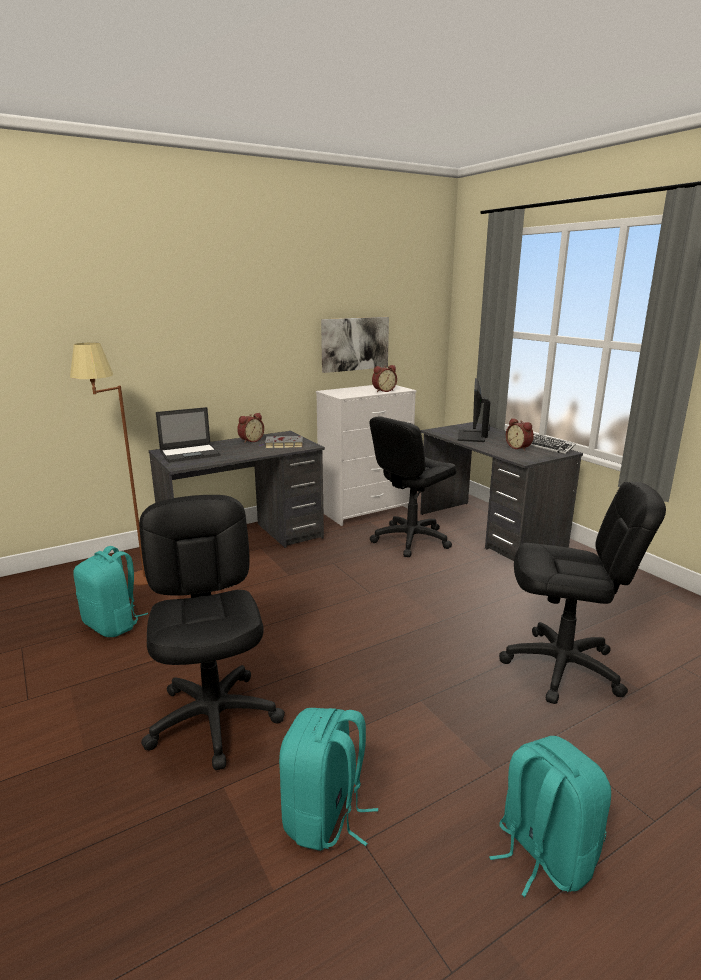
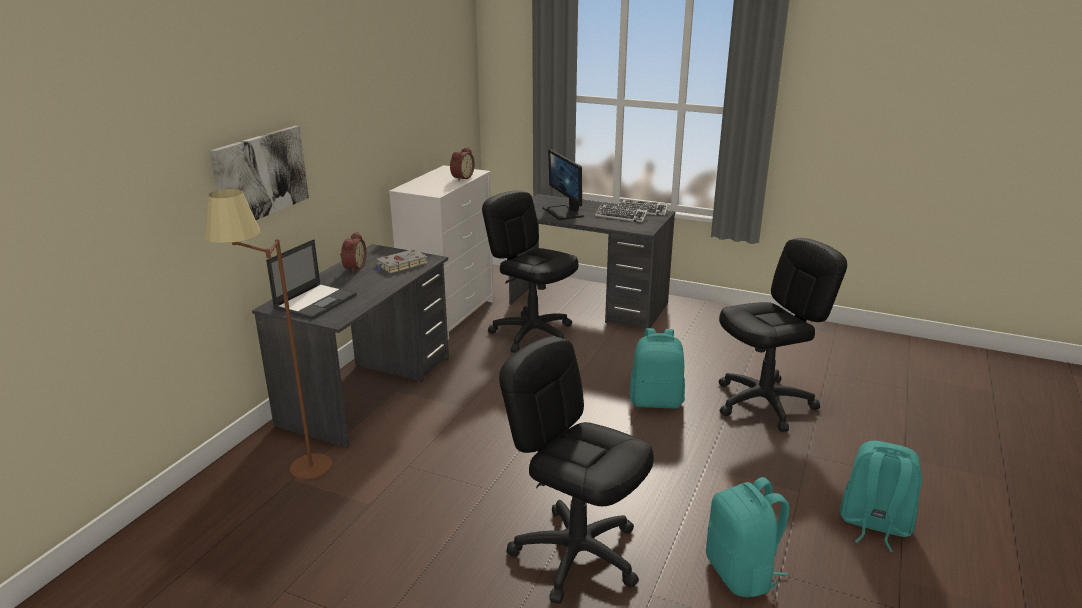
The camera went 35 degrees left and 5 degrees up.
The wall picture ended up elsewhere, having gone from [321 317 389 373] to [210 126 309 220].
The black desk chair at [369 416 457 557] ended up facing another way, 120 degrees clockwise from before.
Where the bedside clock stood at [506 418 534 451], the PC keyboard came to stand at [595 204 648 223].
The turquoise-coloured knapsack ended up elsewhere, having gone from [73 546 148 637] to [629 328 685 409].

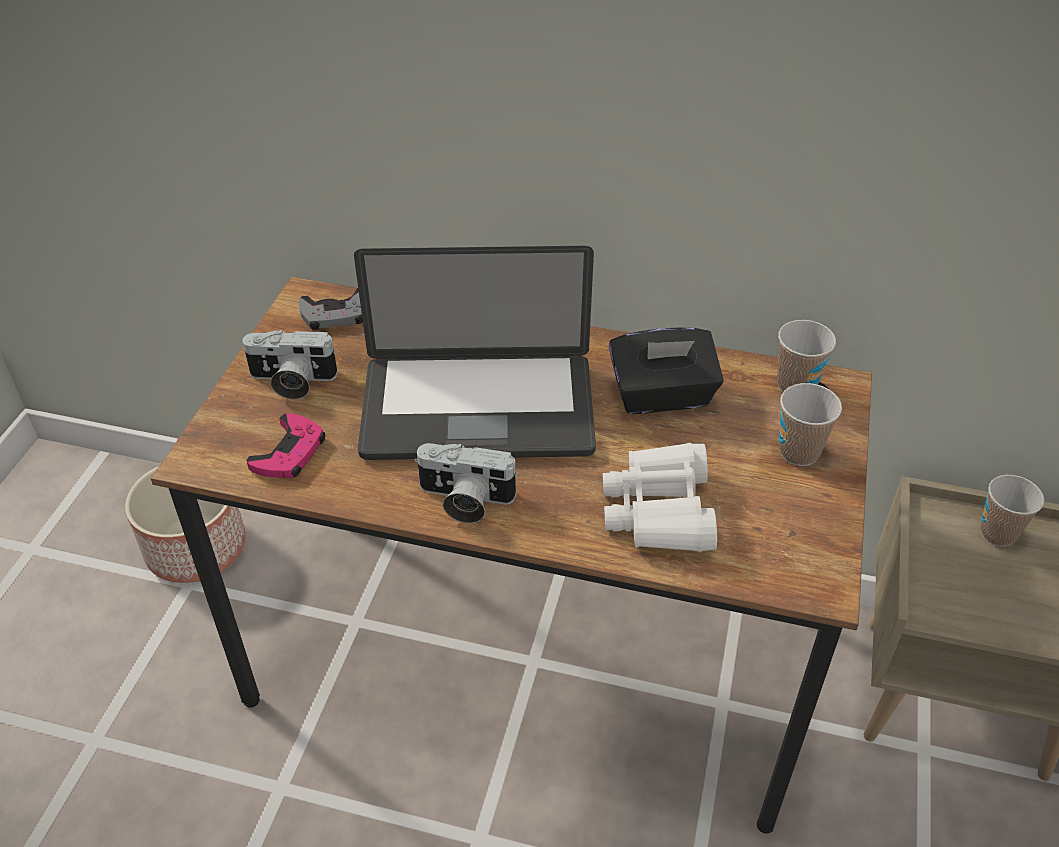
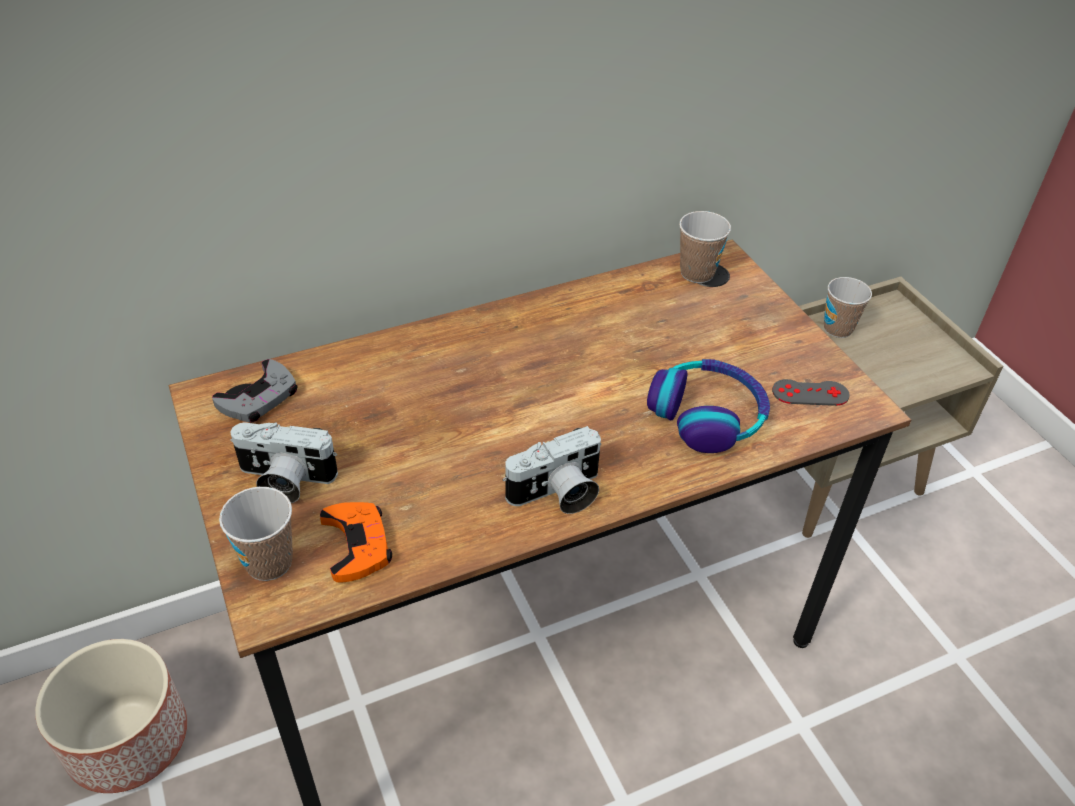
The camera went 40 degrees left and 0 degrees up.
The second view lost the laptop at [354 246 596 460].
The second view lost the black tissue box at [609 328 724 414].
The photo camera at [242 330 338 399] ended up facing another way, 45 degrees clockwise from before.
The cup ended up elsewhere, having gone from [779 383 842 466] to [219 487 293 581].
What was the pinkish joypad at [247 413 325 478] turned into the orangey joypad at [320 502 392 582].
Where the white-coloured pair of binoculars stood at [603 443 717 552], the headphones came to stand at [647 359 770 453].
The second view gained the greyish joypad at [772 379 850 406].

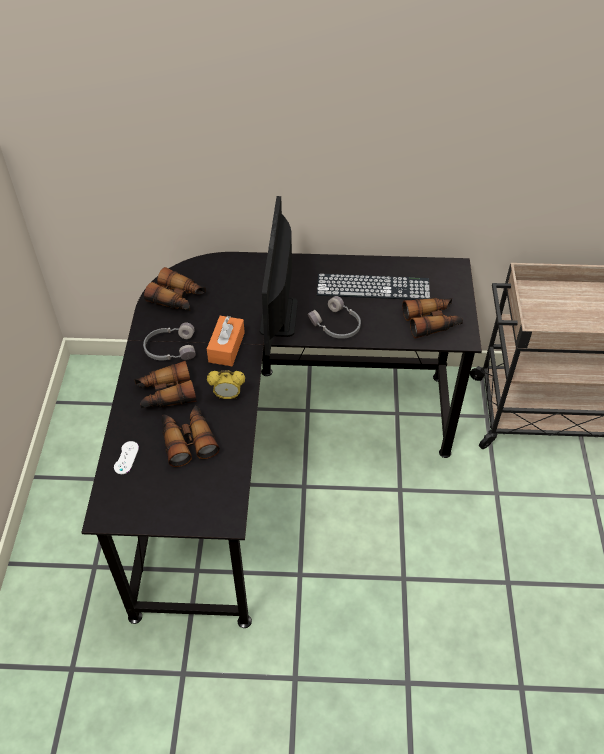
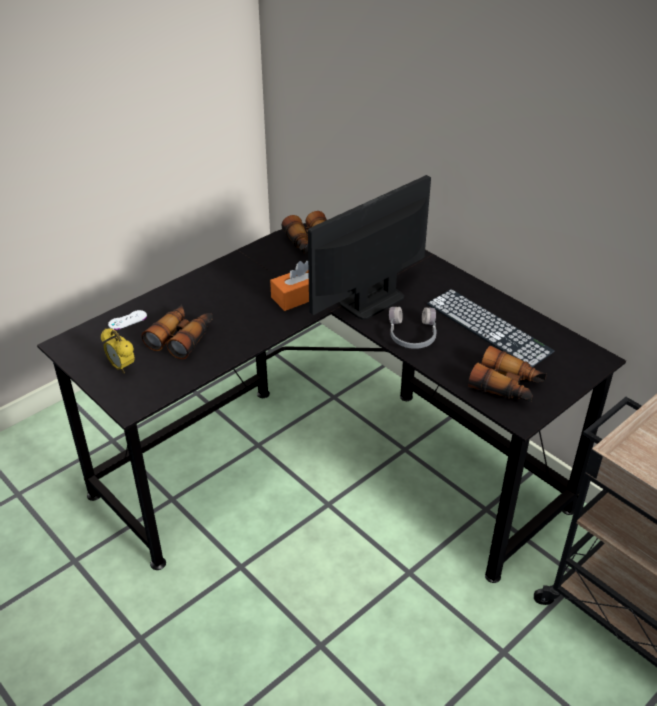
The camera went 45 degrees right and 10 degrees down.
The second view lost the greyish headphones at [143 323 196 360].
The second view lost the pair of binoculars at [134 361 196 408].
The bedside clock ended up elsewhere, having gone from [207 370 245 399] to [101 328 135 373].

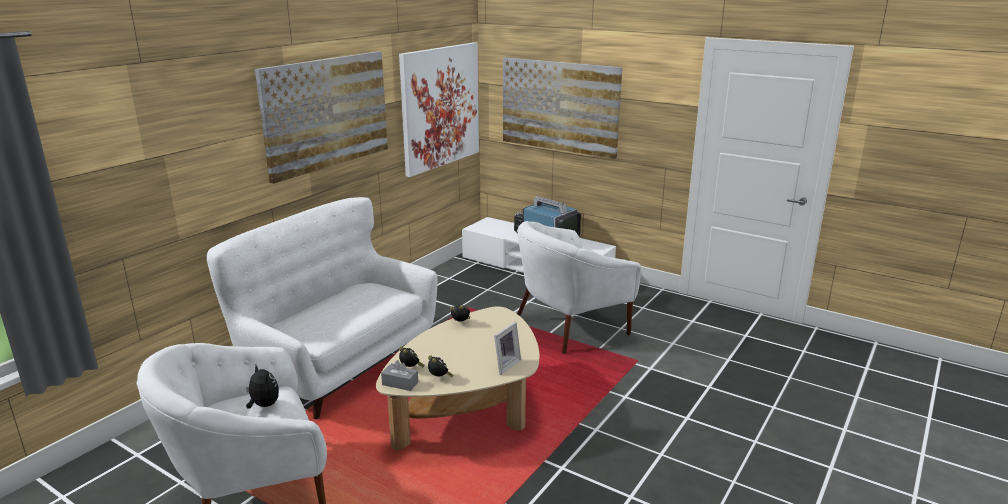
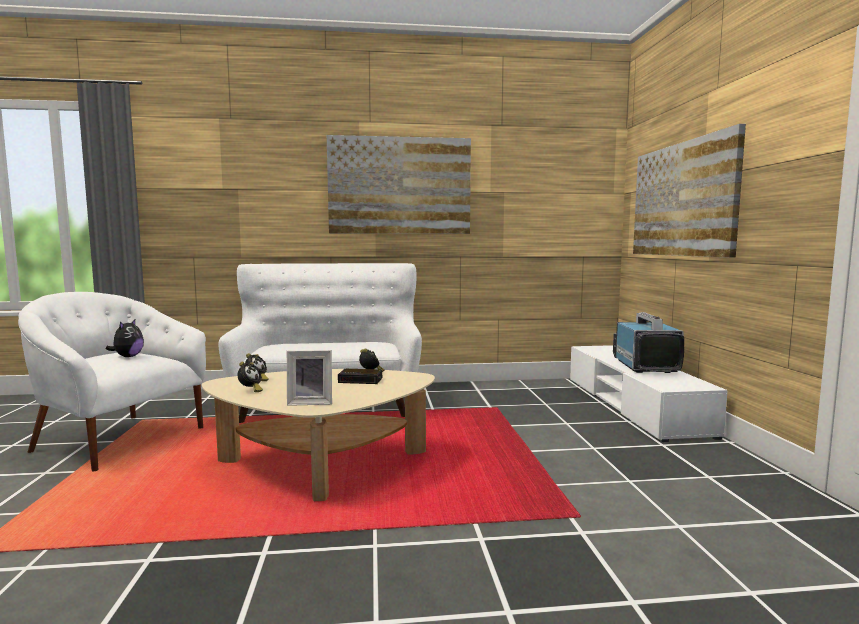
The camera went 50 degrees right and 15 degrees down.
The second view lost the wall picture at [399 42 479 177].
The second view lost the white-coloured lounge chair at [517 221 641 354].
The second view lost the greyish tissue box at [381 360 418 391].
The second view gained the bedside clock at [338 369 382 384].

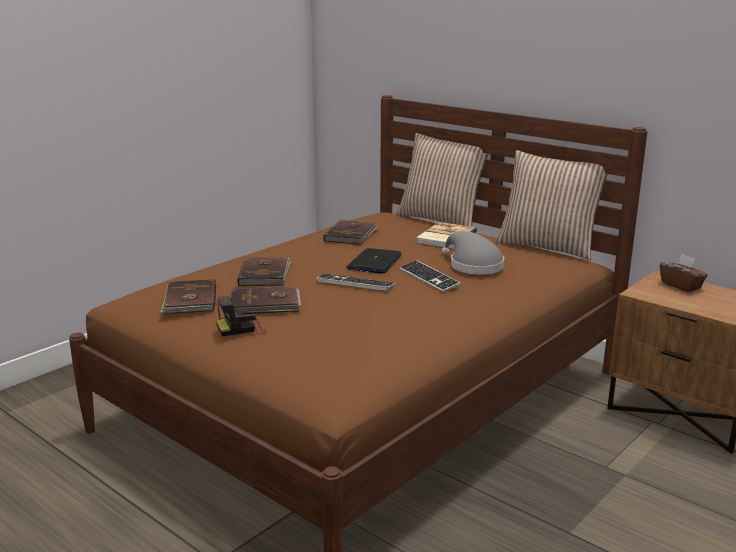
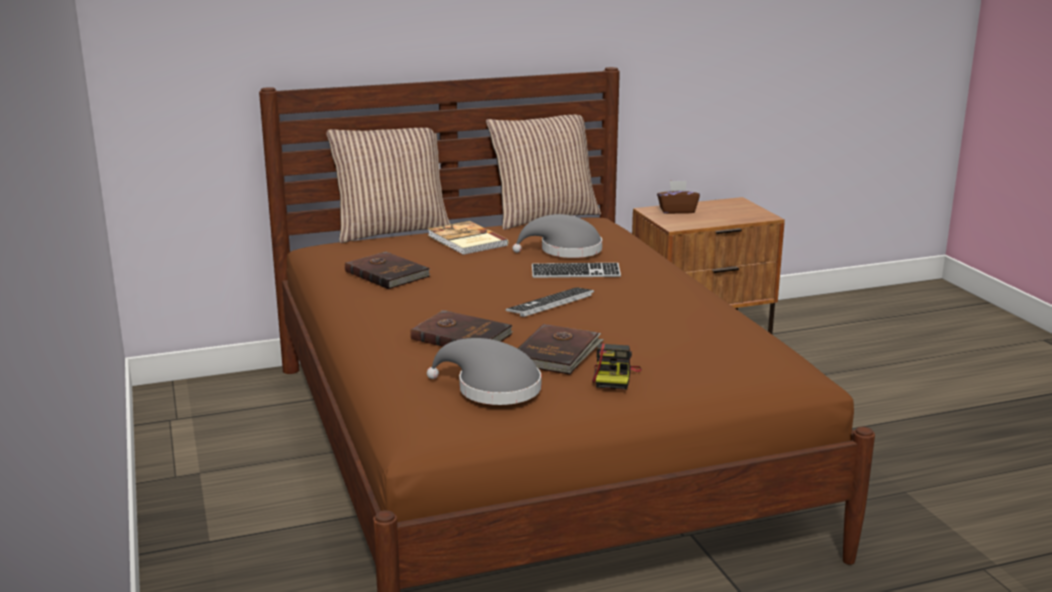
The camera went 60 degrees left and 0 degrees up.
The second view lost the laptop at [346 248 402 273].
Where the brown bound book stood at [160 279 216 314], the greyish clothing hat came to stand at [427 338 541 405].

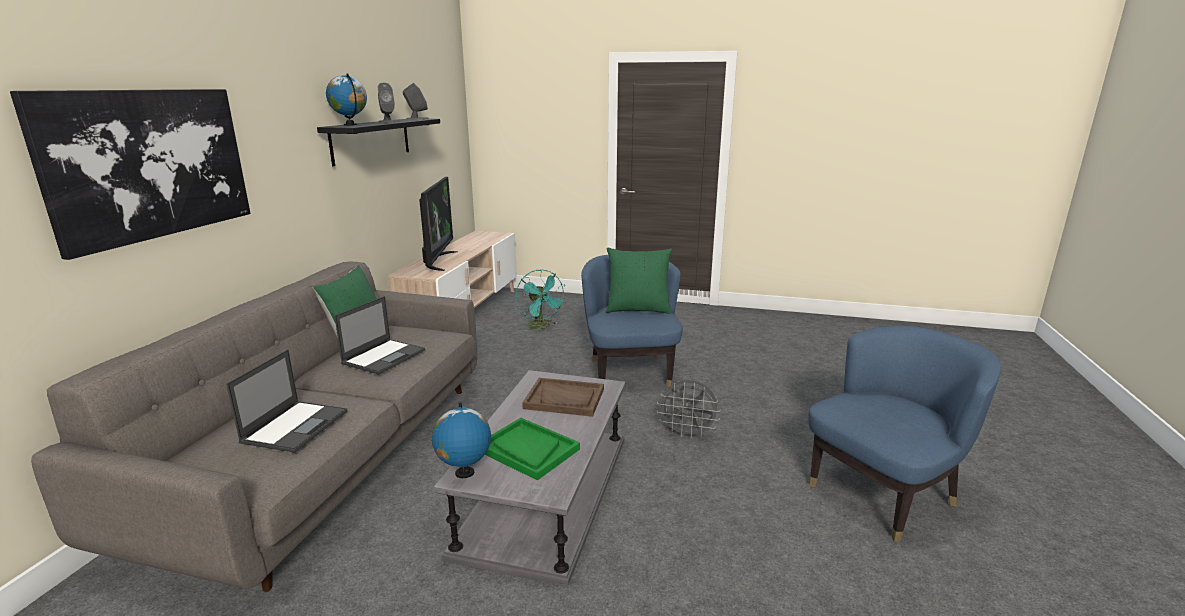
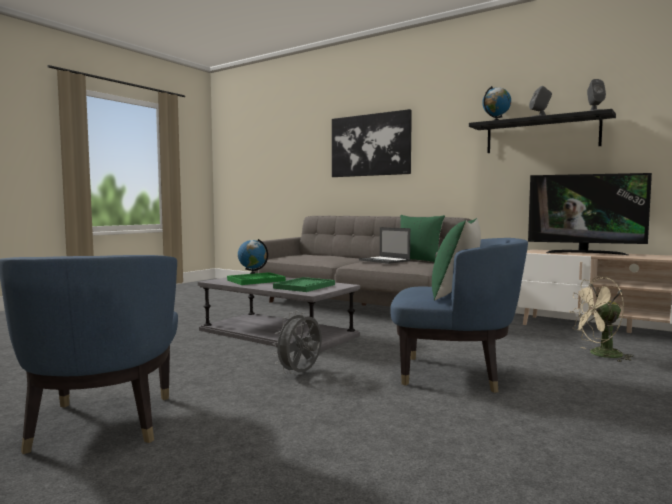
The camera went 110 degrees right and 15 degrees down.
What was the turquoise-coloured fan at [516 269 566 332] turned into the beige fan at [569 276 634 362].
The second view lost the laptop at [226 349 347 453].
What was the brown tray at [522 378 604 417] turned into the green-coloured tray at [273 277 335 292].

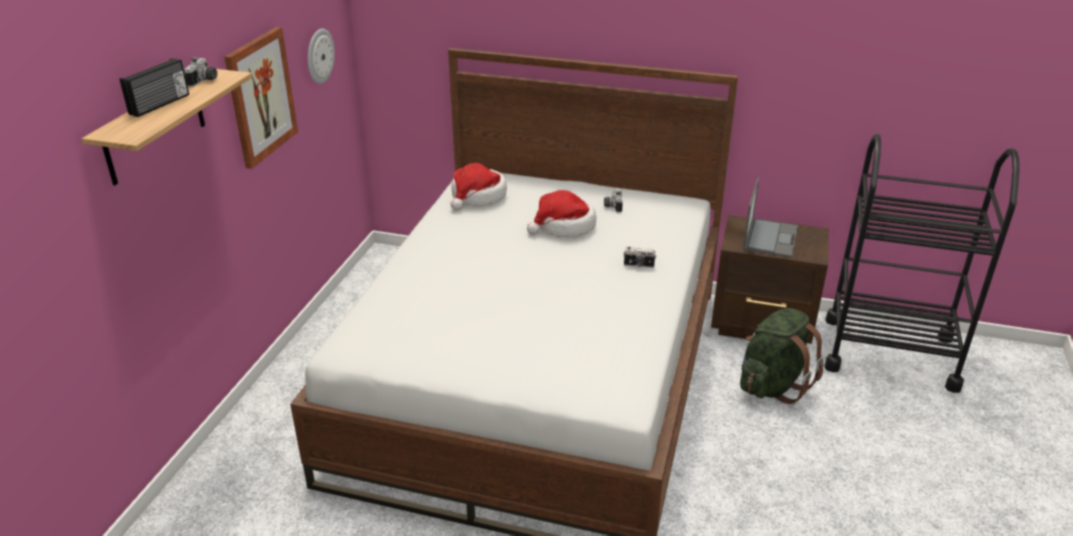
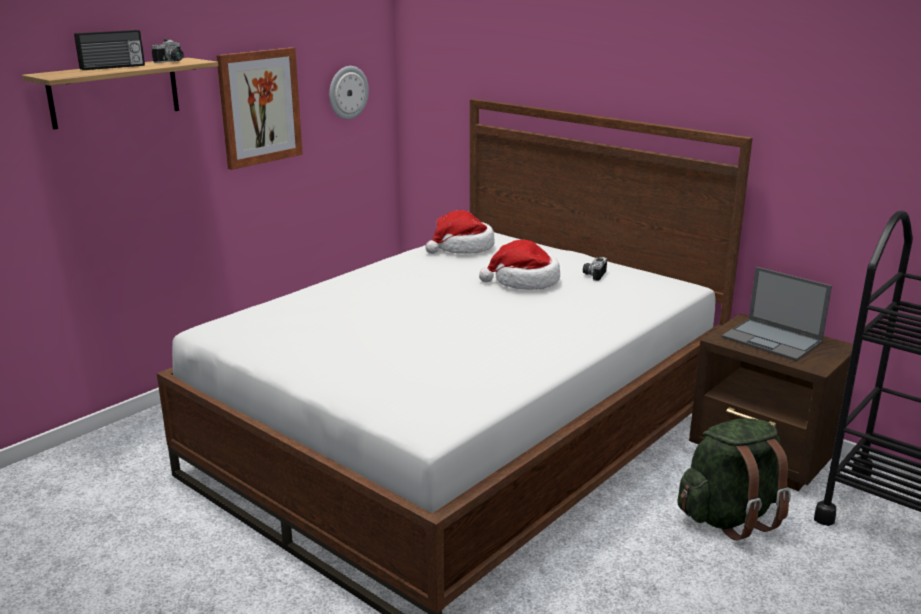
The camera went 25 degrees right and 10 degrees down.
The laptop at [743 177 798 258] ended up facing another way, 90 degrees clockwise from before.
The second view lost the photo camera at [623 247 657 268].

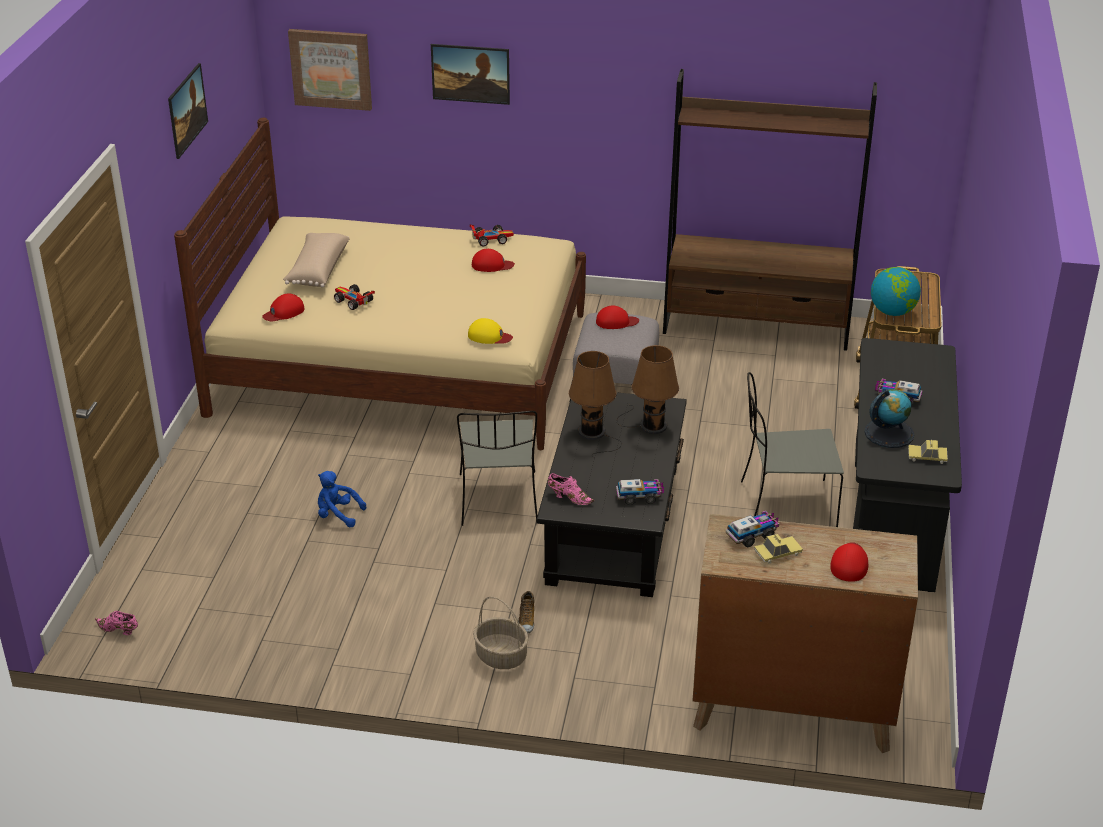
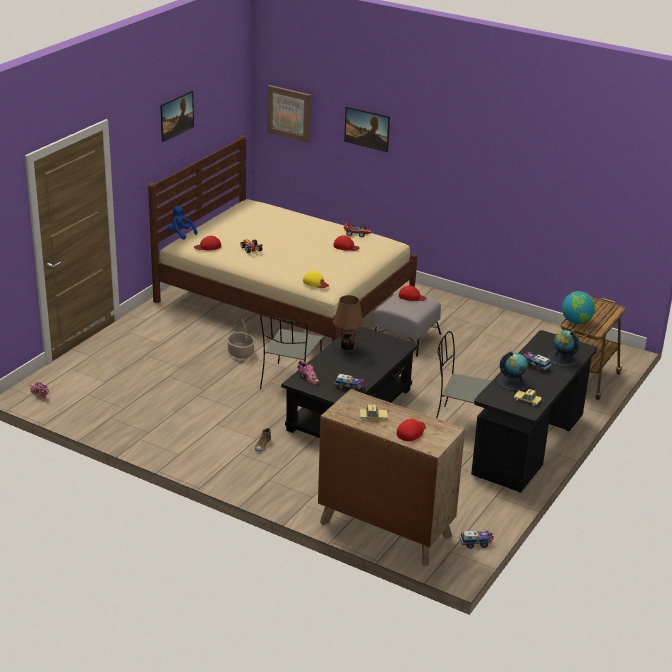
The camera went 20 degrees right and 5 degrees down.
The second view lost the brown shelving unit at [663 69 877 351].
The second view lost the beige throw pillow at [283 233 350 288].
The second view lost the brown lamp for a table at [617 345 679 434].
The blue-coloured cuddly toy ended up elsewhere, having gone from [318 471 366 527] to [168 206 197 240].
The model truck ended up elsewhere, having gone from [726 511 779 548] to [459 530 493 549].
The household basket ended up elsewhere, having gone from [473 596 529 669] to [227 316 255 359].
The second view gained the desk globe at [547 330 580 367].

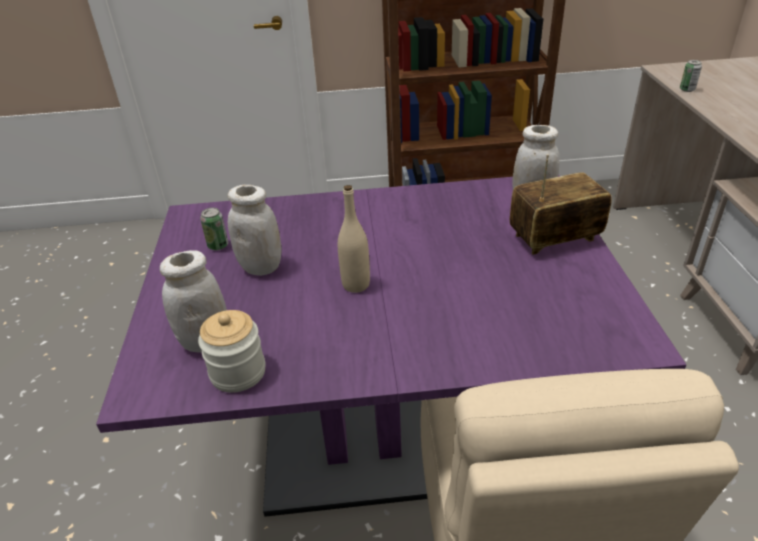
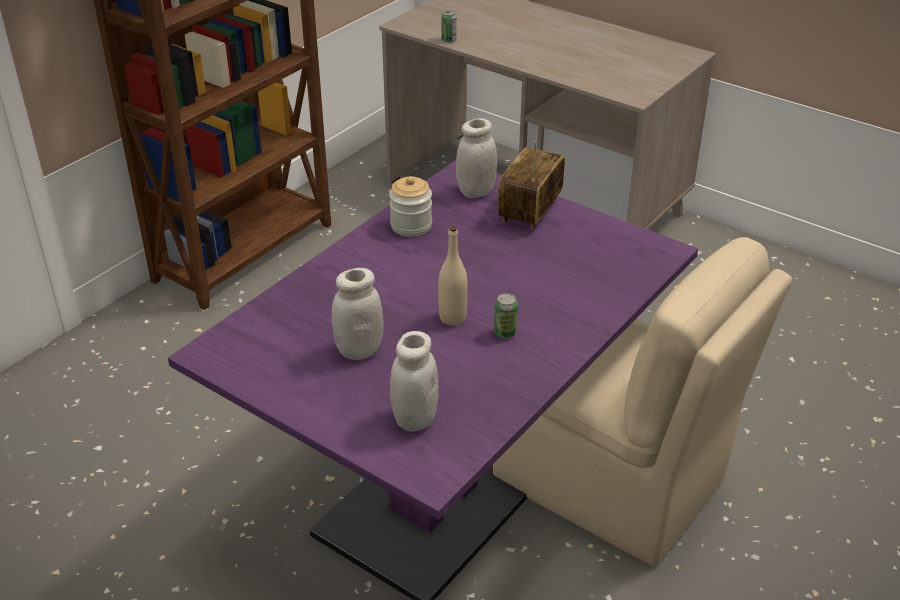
The camera went 50 degrees left and 0 degrees up.
The metal can ended up elsewhere, having gone from [200 207 228 250] to [494 293 518 338].
The preserve jar ended up elsewhere, having gone from [198 310 266 393] to [389 176 432 237].

